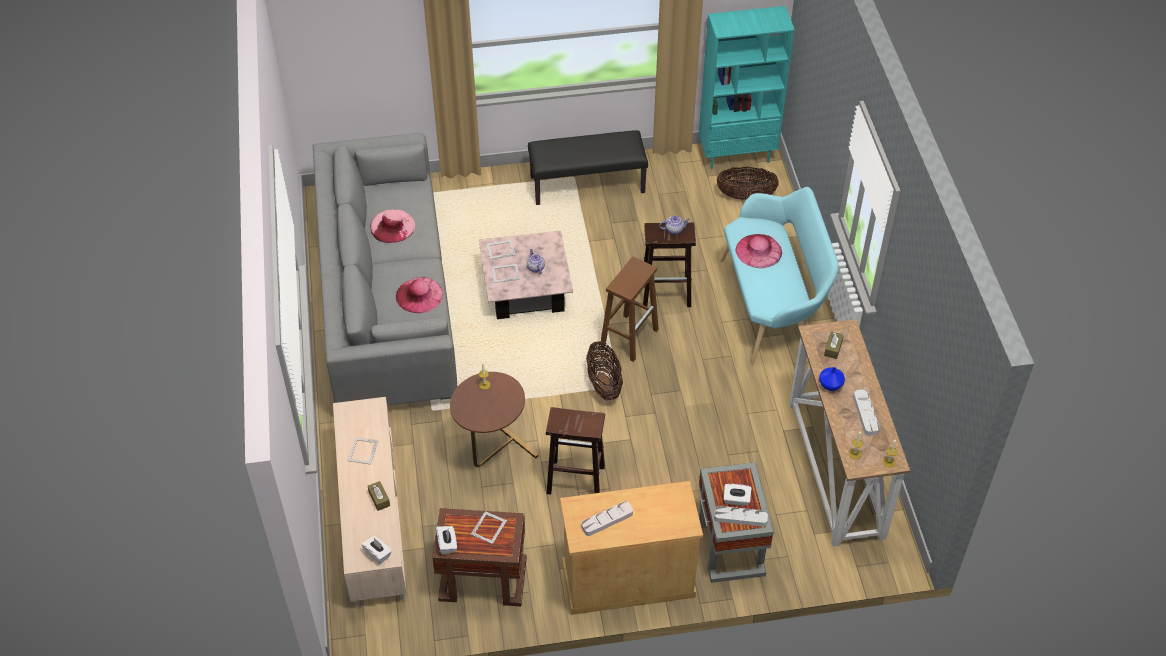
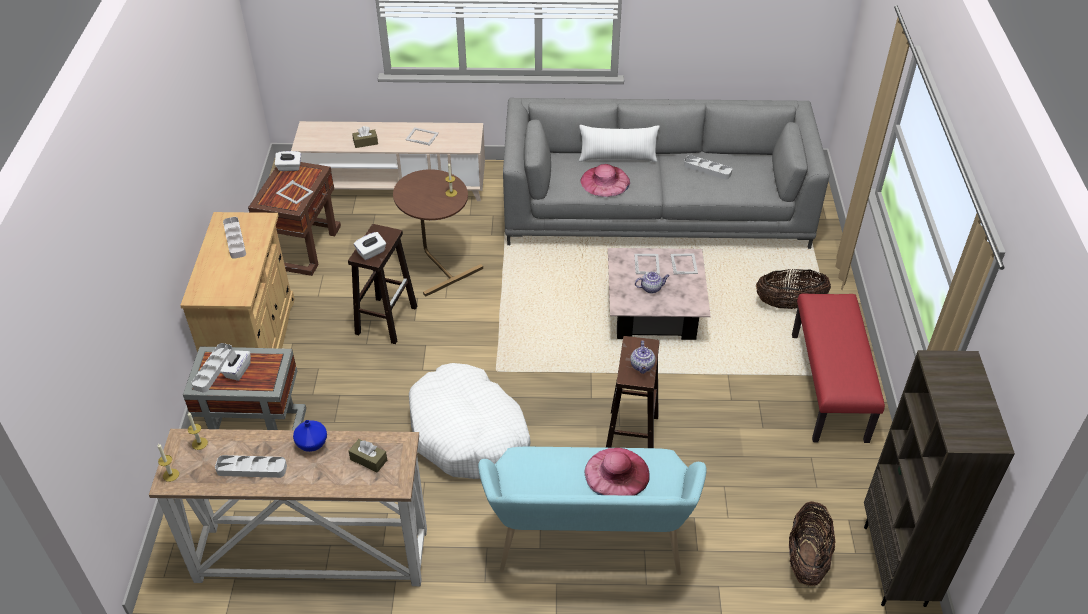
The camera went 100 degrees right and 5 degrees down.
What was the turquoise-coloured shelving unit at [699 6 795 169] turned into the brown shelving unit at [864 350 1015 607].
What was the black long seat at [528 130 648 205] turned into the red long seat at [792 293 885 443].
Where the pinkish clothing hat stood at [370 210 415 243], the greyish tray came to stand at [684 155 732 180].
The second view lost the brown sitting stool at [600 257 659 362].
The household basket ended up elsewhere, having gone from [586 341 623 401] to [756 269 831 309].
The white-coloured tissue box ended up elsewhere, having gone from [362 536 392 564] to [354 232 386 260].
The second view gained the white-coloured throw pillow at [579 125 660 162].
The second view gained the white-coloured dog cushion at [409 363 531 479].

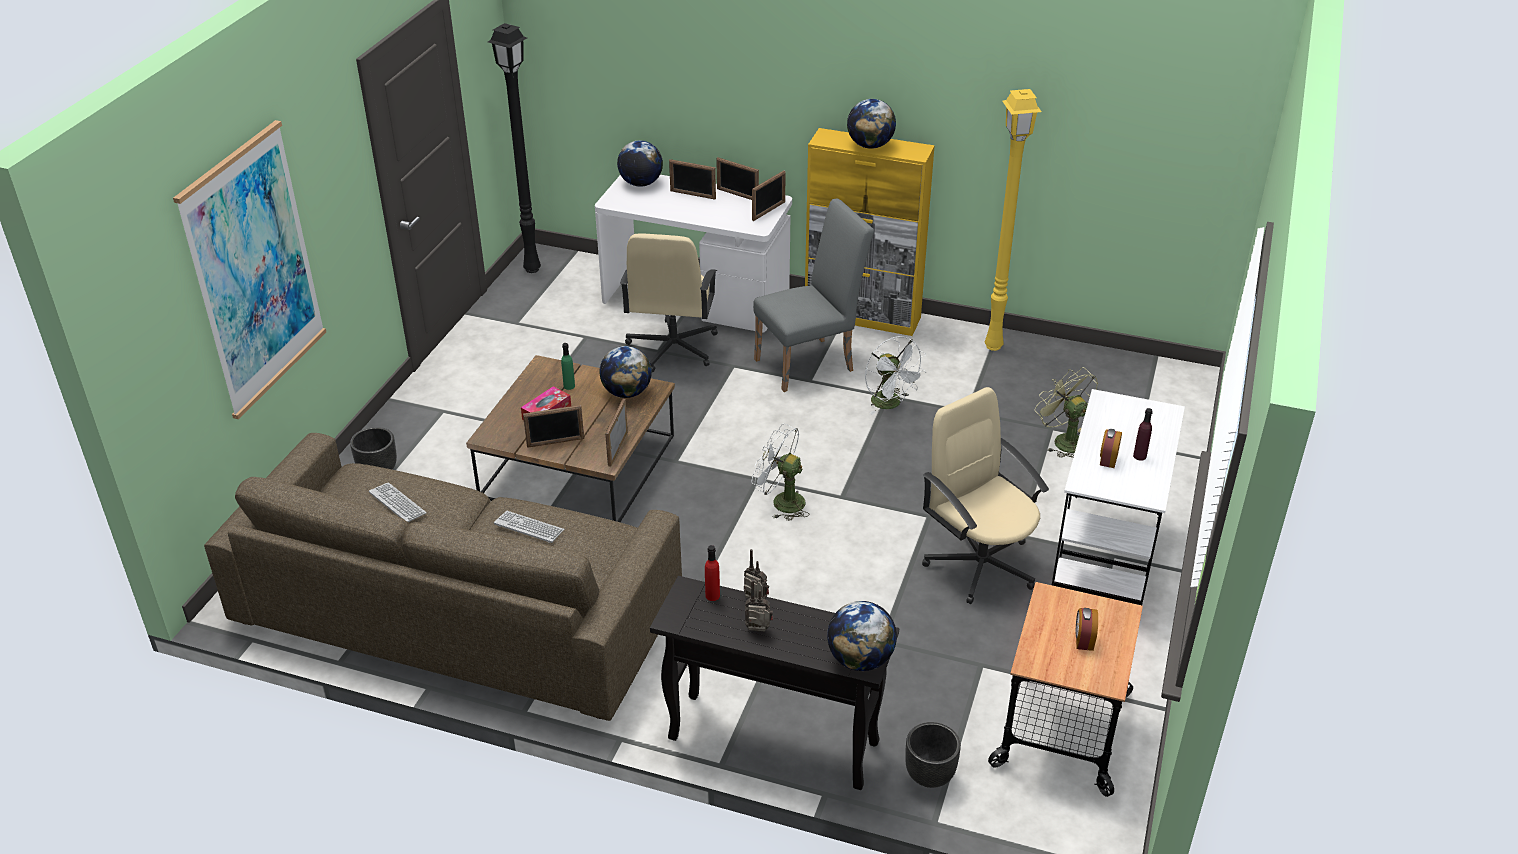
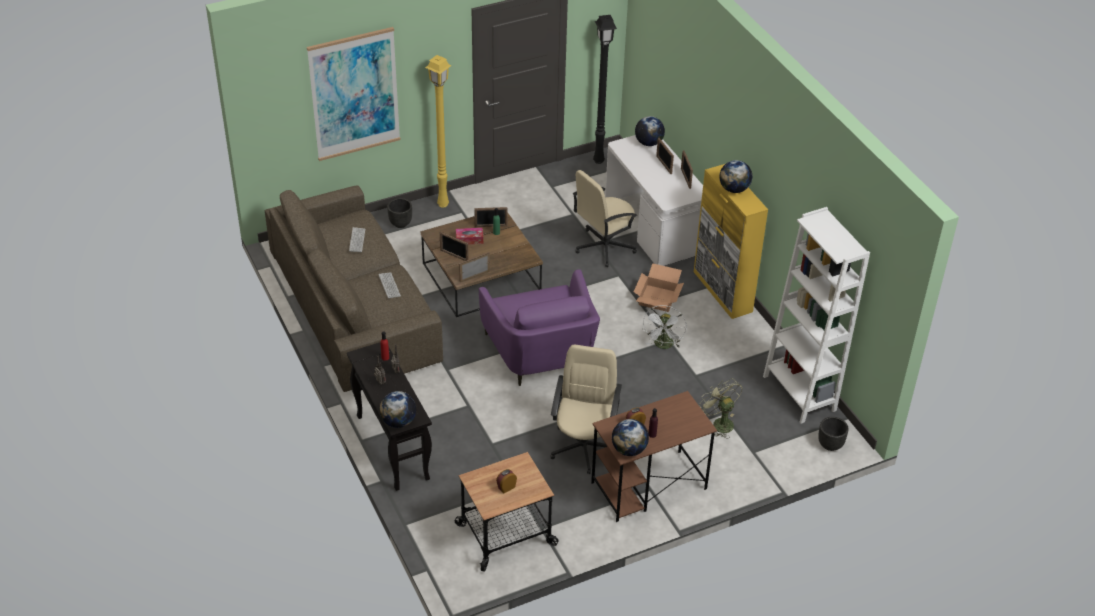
The camera went 45 degrees right and 5 degrees up.
The yellow-coloured standard lamp ended up elsewhere, having gone from [985 89 1042 351] to [425 55 452 208].
The photo frame ended up elsewhere, having gone from [752 170 786 221] to [474 207 507 227].
Where the greyish upright chair stood at [753 199 874 392], the cardboard box came to stand at [634 263 684 312].
The desk globe ended up elsewhere, having gone from [599 346 652 398] to [612 419 649 456].
The green-coloured fan at [1035 367 1098 457] ended up facing another way, 45 degrees counterclockwise from before.
What was the white-coloured desk table at [1052 389 1185 605] turned into the brown desk table at [591 391 717 522].
Where the white-coloured fan stood at [752 423 810 521], the purplish lounge chair came to stand at [479 269 600 386].
The black plant pot ended up elsewhere, having gone from [905 722 961 788] to [818 417 849 451].
The second view gained the white-coloured shelving unit at [763 207 870 424].

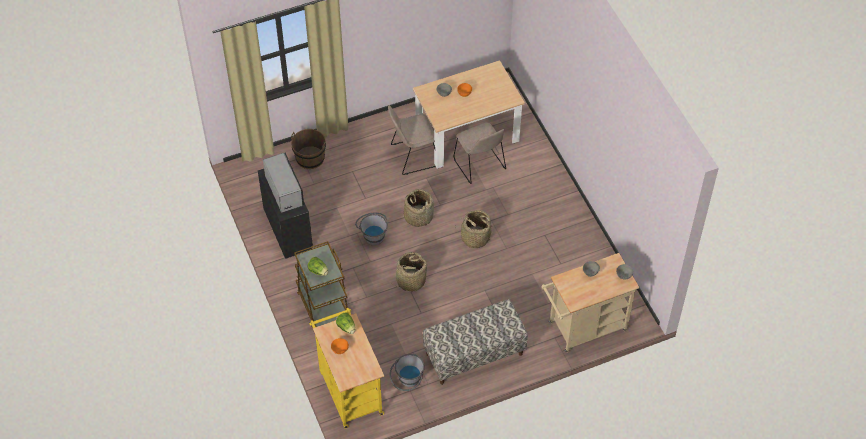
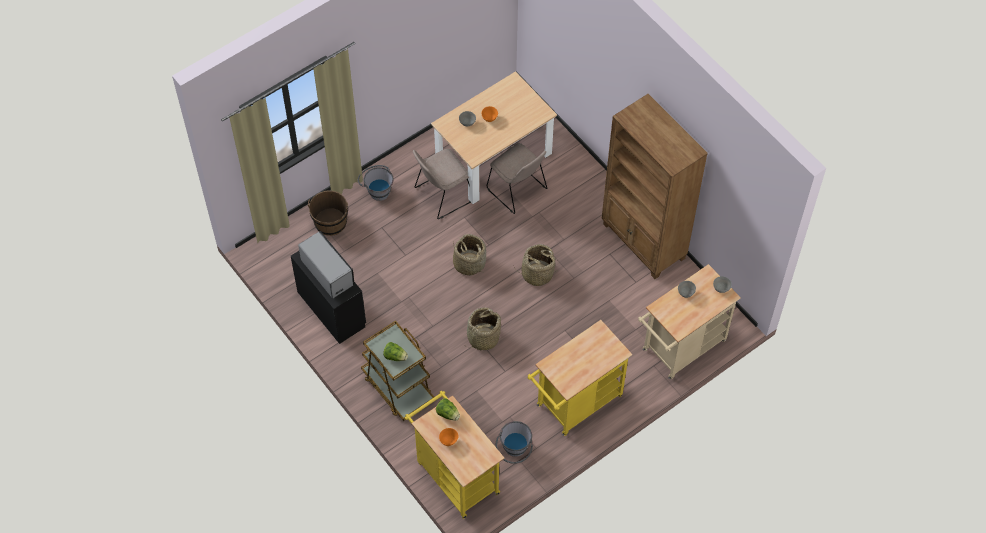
The camera went 15 degrees left and 5 degrees up.
The greyish pail ended up elsewhere, having gone from [355 212 388 246] to [358 165 393 201].
Where the long seat stood at [423 299 528 385], the yellow-coloured cart came to stand at [528 320 632 436].
The second view gained the brown shelving unit at [602 94 708 279].

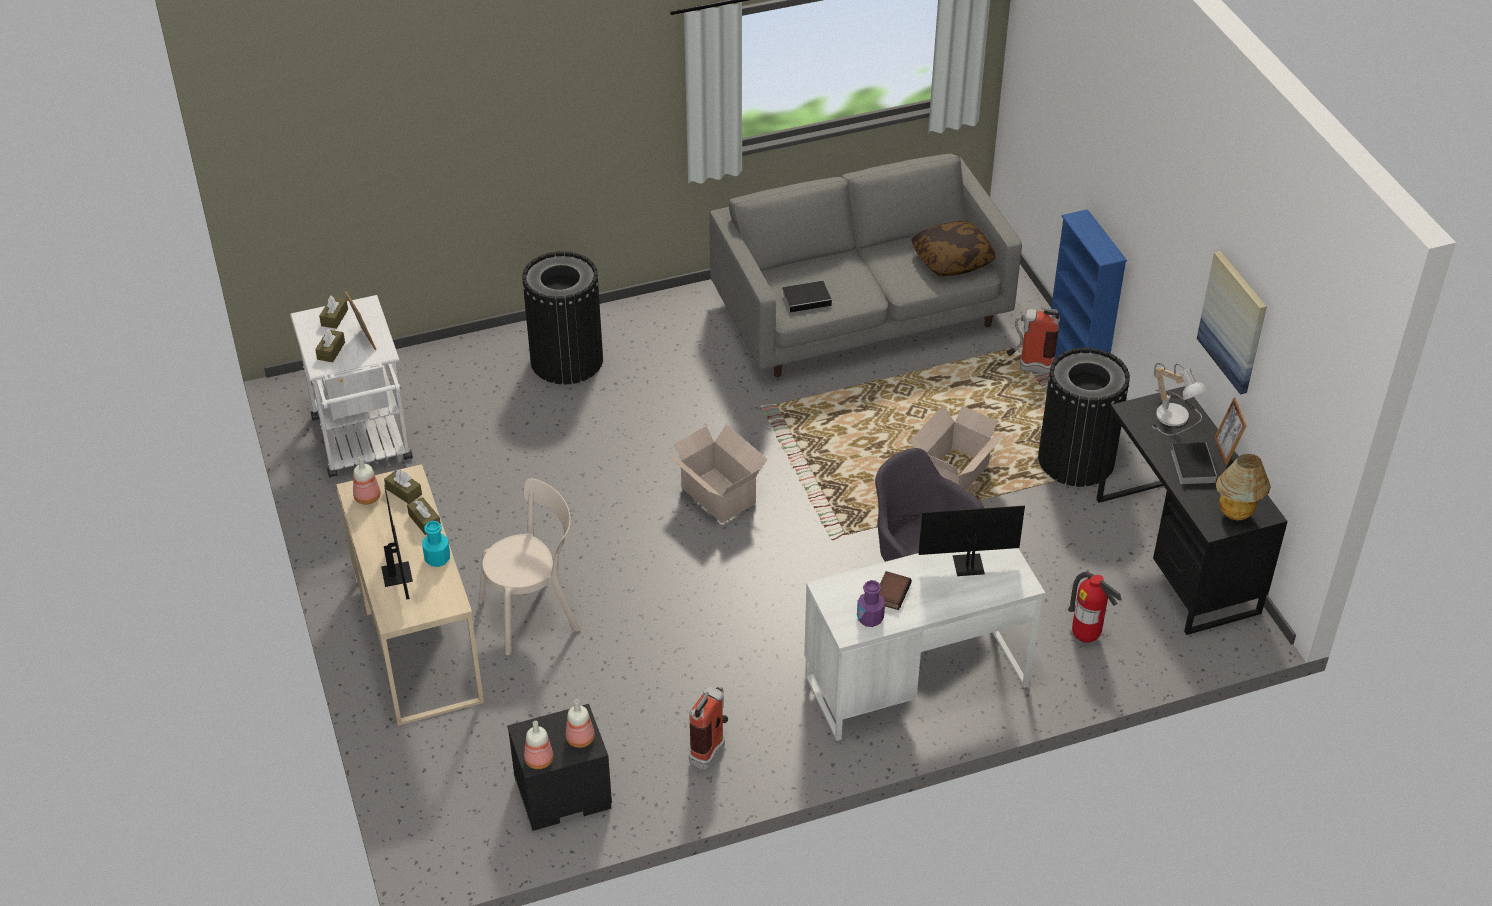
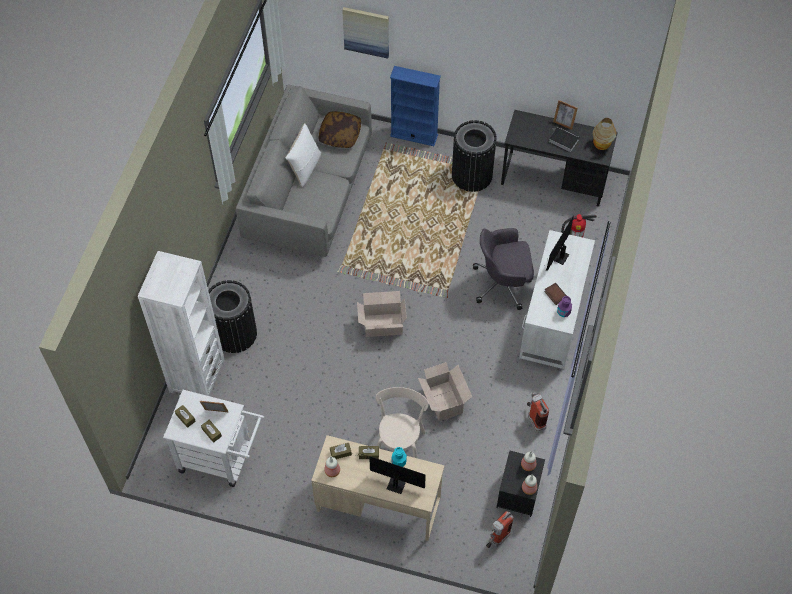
The camera went 55 degrees left and 15 degrees up.
The wall picture ended up elsewhere, having gone from [1197 251 1267 395] to [342 7 389 59].
The second view lost the bound book at [782 281 834 313].
The extinguisher ended up elsewhere, having gone from [1006 307 1060 374] to [486 511 513 548].
The second view lost the lamp for a table at [1152 363 1208 436].
The cardboard box ended up elsewhere, having gone from [910 405 1006 490] to [418 362 472 421].
The second view gained the white-coloured throw pillow at [286 123 321 187].
The second view gained the white-coloured shelving unit at [138 251 225 396].

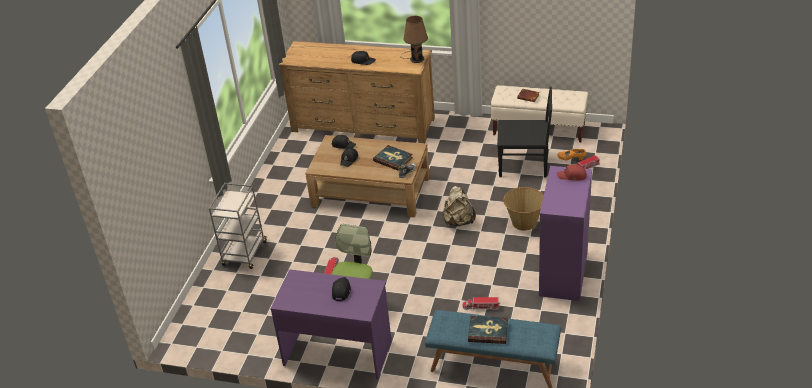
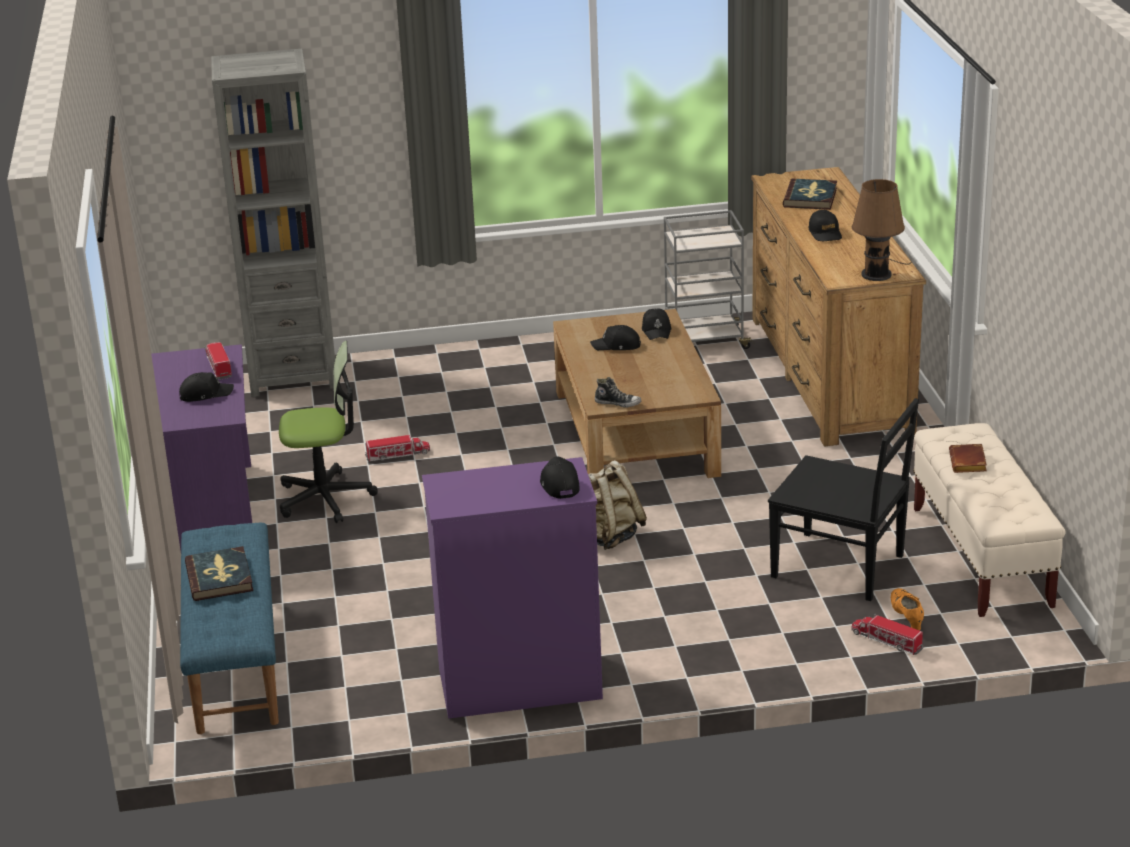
The camera went 65 degrees right and 10 degrees down.
The black upright chair at [497 87 552 178] ended up facing another way, 45 degrees counterclockwise from before.
The bound book ended up elsewhere, having gone from [373 145 413 170] to [783 179 837 210].
What was the red cap at [557 164 587 181] turned into the black cap at [540 456 579 499].
The greyish cart ended up elsewhere, having gone from [209 183 267 269] to [664 210 754 349].
The second view lost the household basket at [503 187 544 231].
The model truck ended up elsewhere, having gone from [463 297 500 310] to [205 341 232 380].
The second view gained the greyish shelving unit at [211 49 335 397].

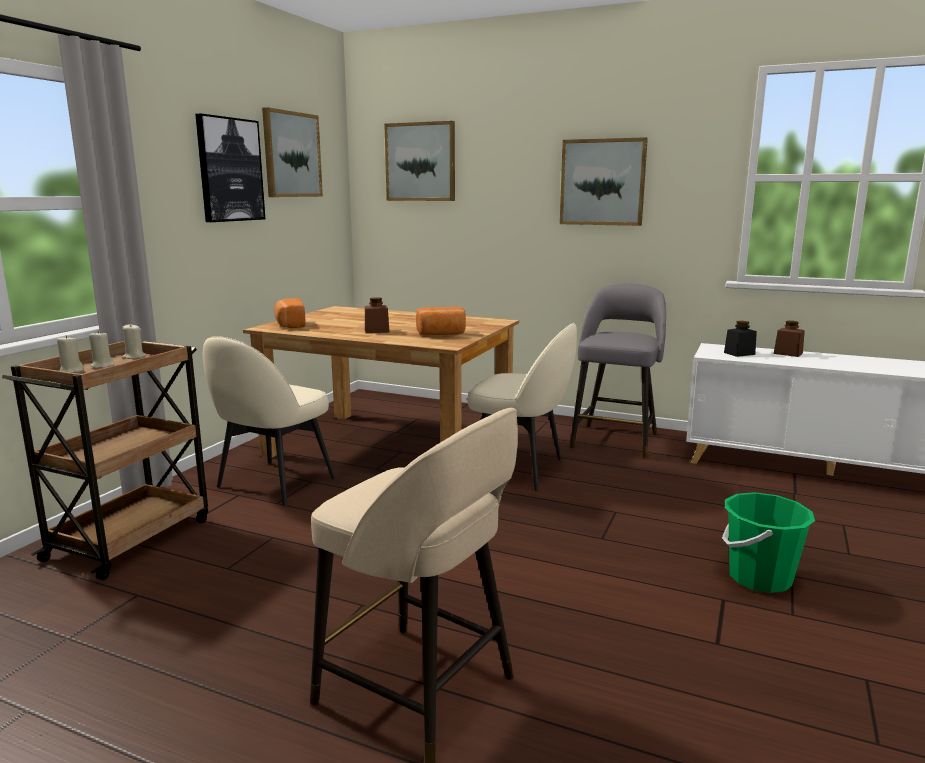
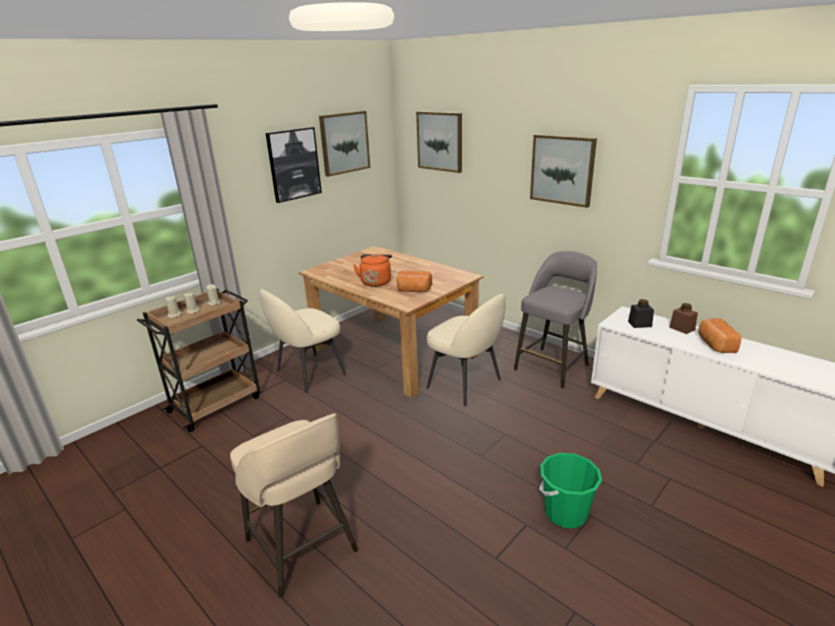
The camera went 20 degrees right and 10 degrees up.
Where the brown preserve jar stood at [365 297 390 333], the orangey kettle came to stand at [353 254 392 287].
The bakery bread ended up elsewhere, having gone from [274 298 306 328] to [698 318 742 353].

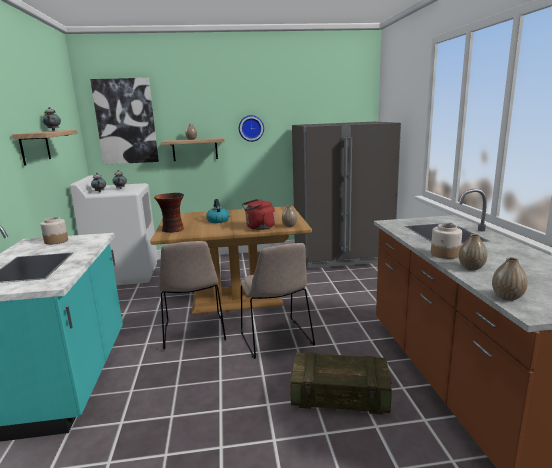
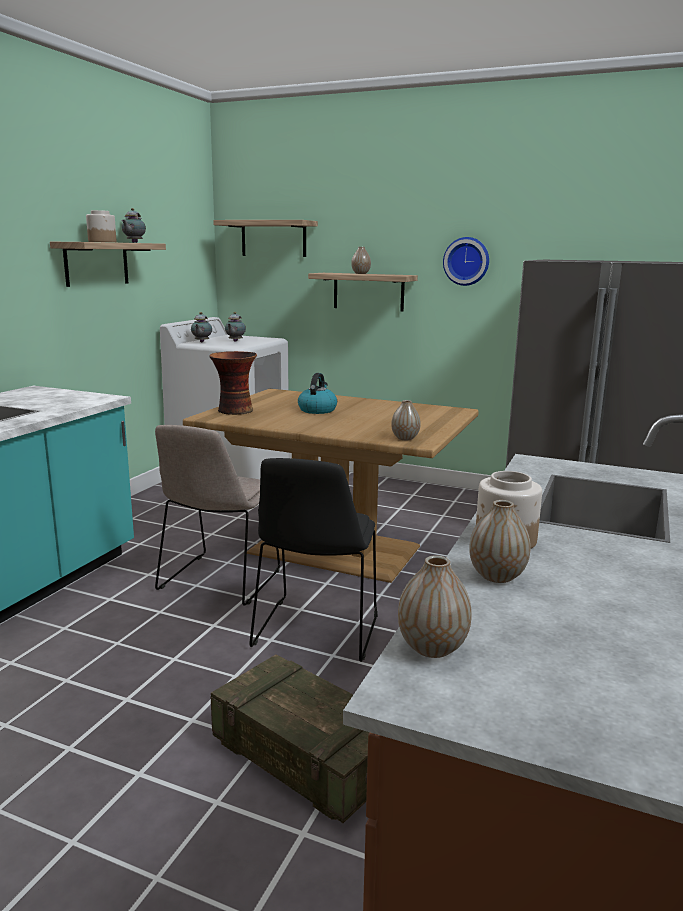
The camera went 30 degrees right and 0 degrees up.
Where the wall picture hung at [90 78 159 165], the bracket shelf came to hang at [213 220 318 257].
The second view lost the red kettle at [242 199 275 230].
The preserve jar ended up elsewhere, having gone from [40 217 68 245] to [86 210 117 242].
What was the beige upright chair at [240 243 315 359] turned into the black upright chair at [249 458 378 662].

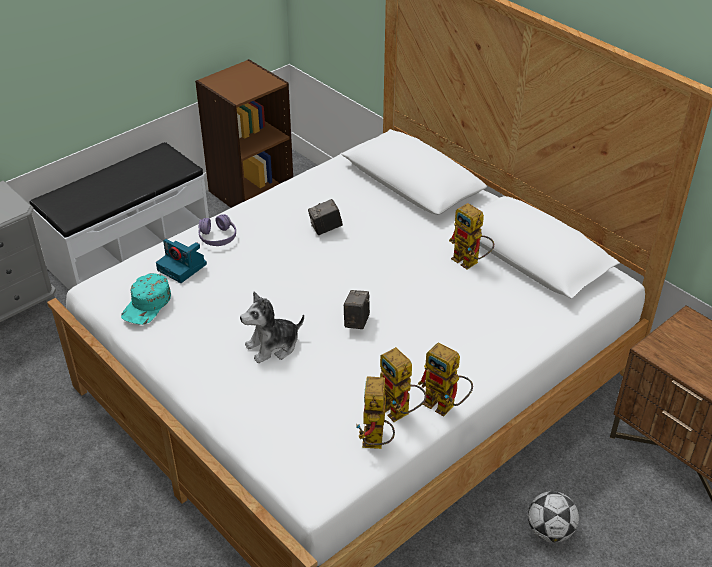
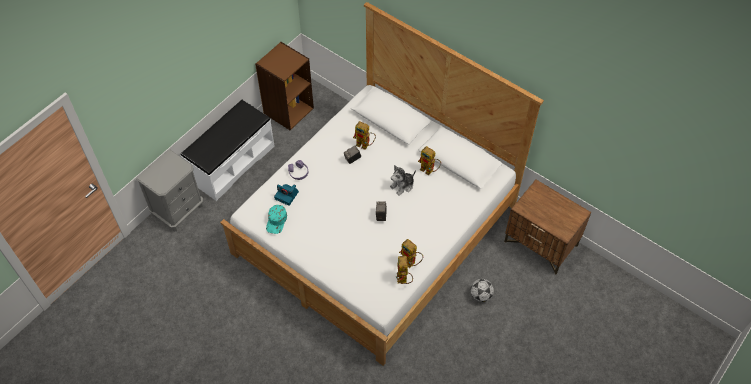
The camera went 10 degrees left and 15 degrees up.
The cuddly toy ended up elsewhere, having gone from [240 292 304 363] to [390 165 416 196].
The toy robot ended up elsewhere, having gone from [418 342 473 416] to [353 121 376 150].

